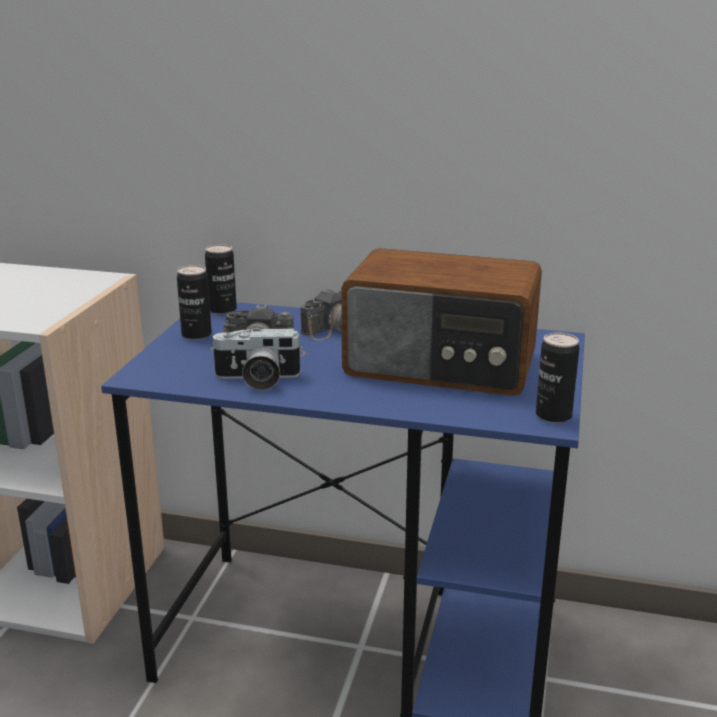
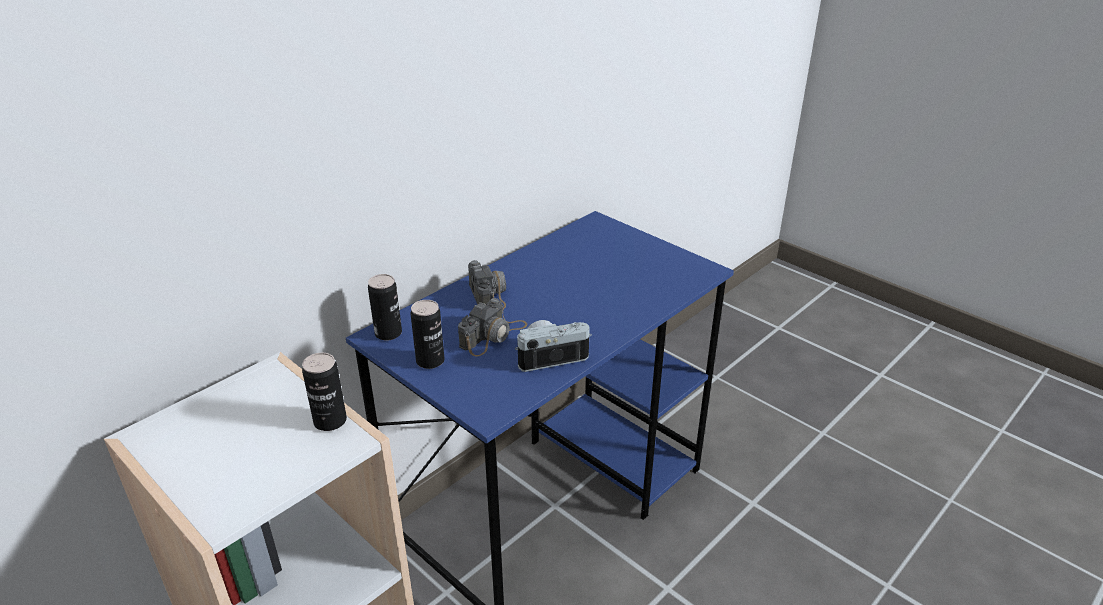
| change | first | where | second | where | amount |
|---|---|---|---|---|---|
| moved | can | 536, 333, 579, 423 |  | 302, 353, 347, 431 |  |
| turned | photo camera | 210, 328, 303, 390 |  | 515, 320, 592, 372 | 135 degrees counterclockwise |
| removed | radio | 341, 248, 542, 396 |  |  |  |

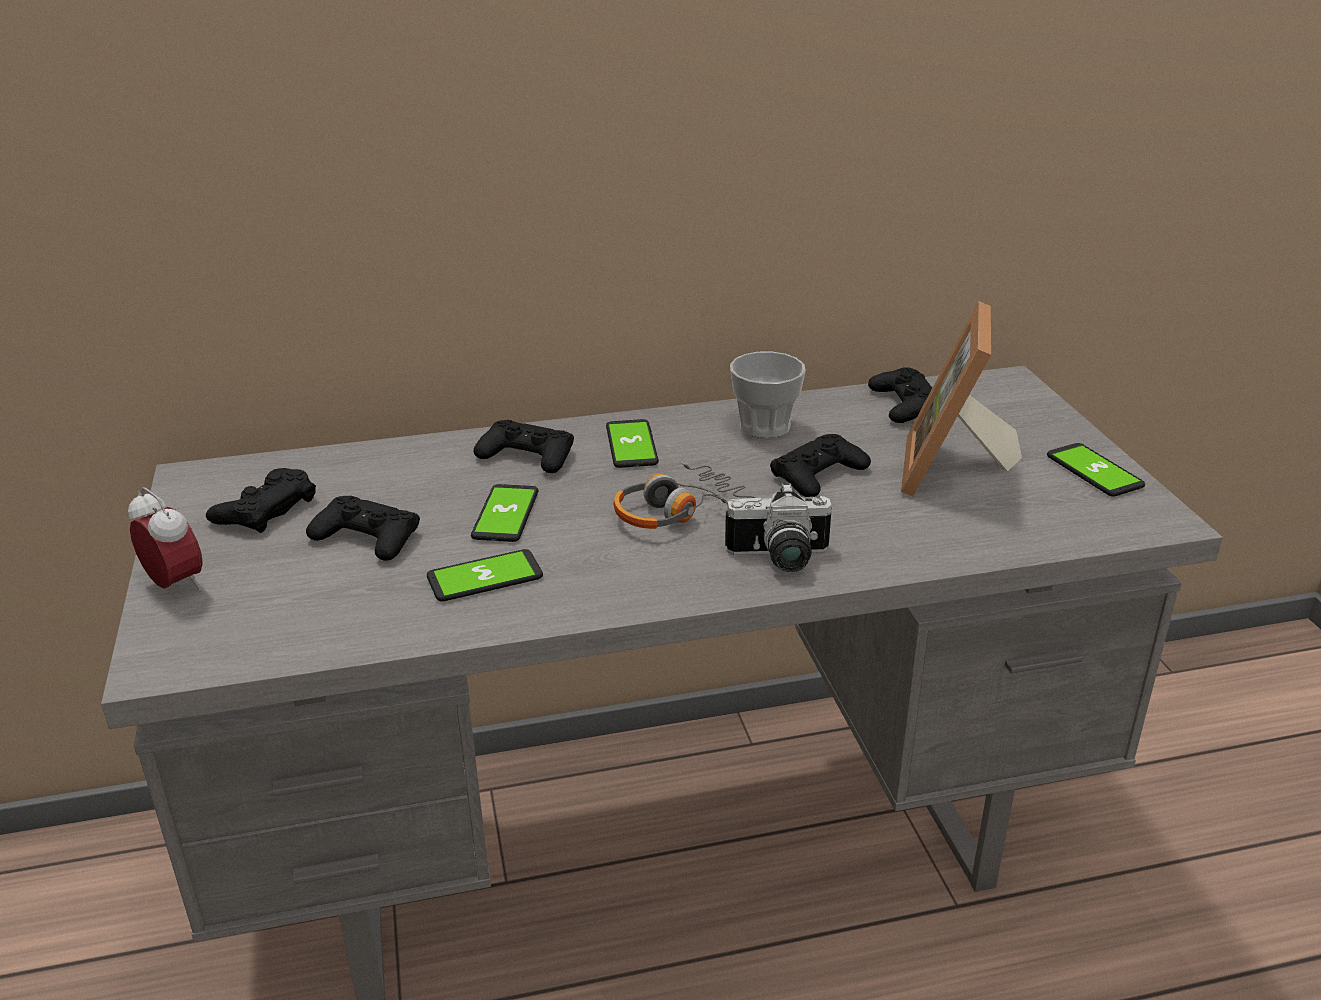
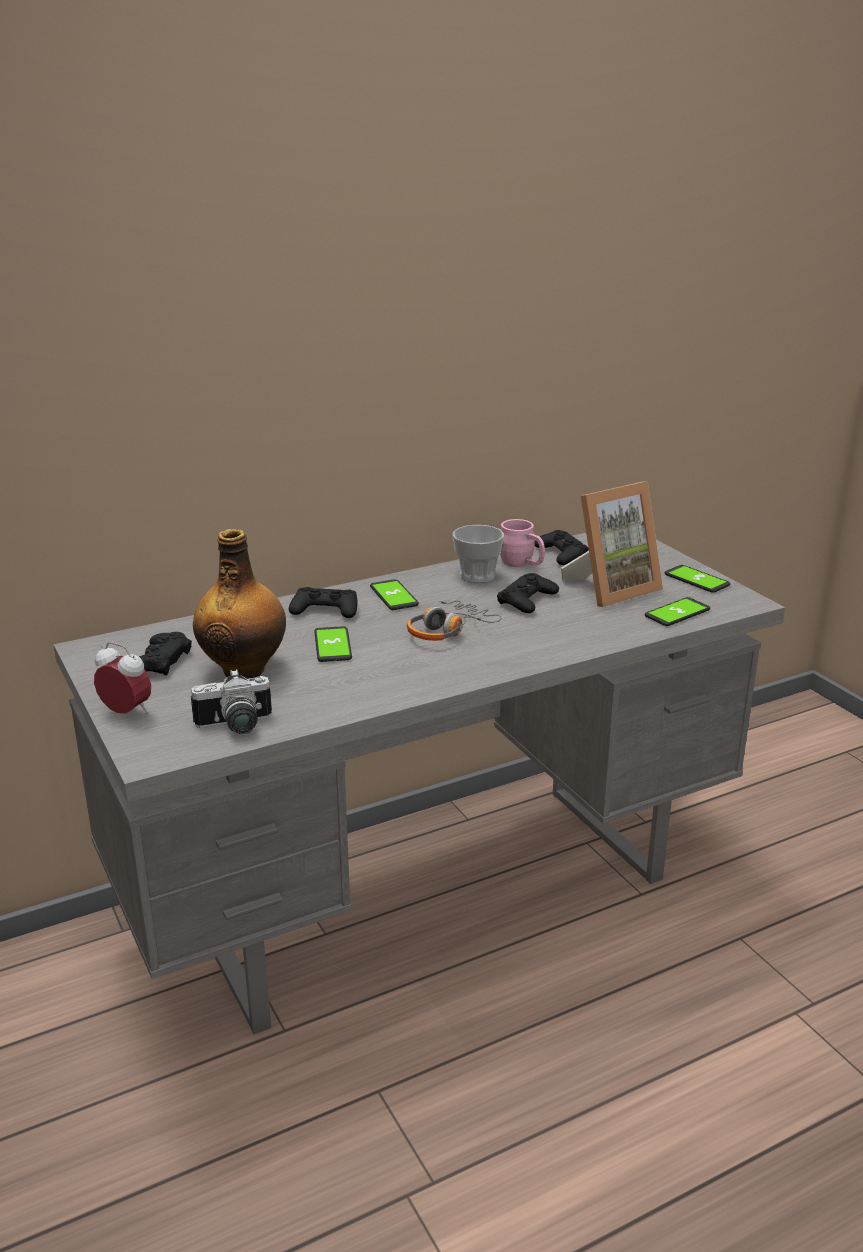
| change | first | where | second | where | amount |
|---|---|---|---|---|---|
| moved | photo camera | 725, 483, 832, 572 |  | 191, 669, 272, 734 |  |
| replaced | black game controller | 306, 496, 420, 561 | bottle | 193, 529, 286, 679 |  |
| added |  |  | pink mug | 500, 519, 545, 567 |  |
| turned | picture frame | 901, 301, 1022, 496 |  | 561, 481, 663, 607 | 120 degrees counterclockwise |
| moved | phone | 427, 549, 543, 601 |  | 645, 597, 710, 626 |  |

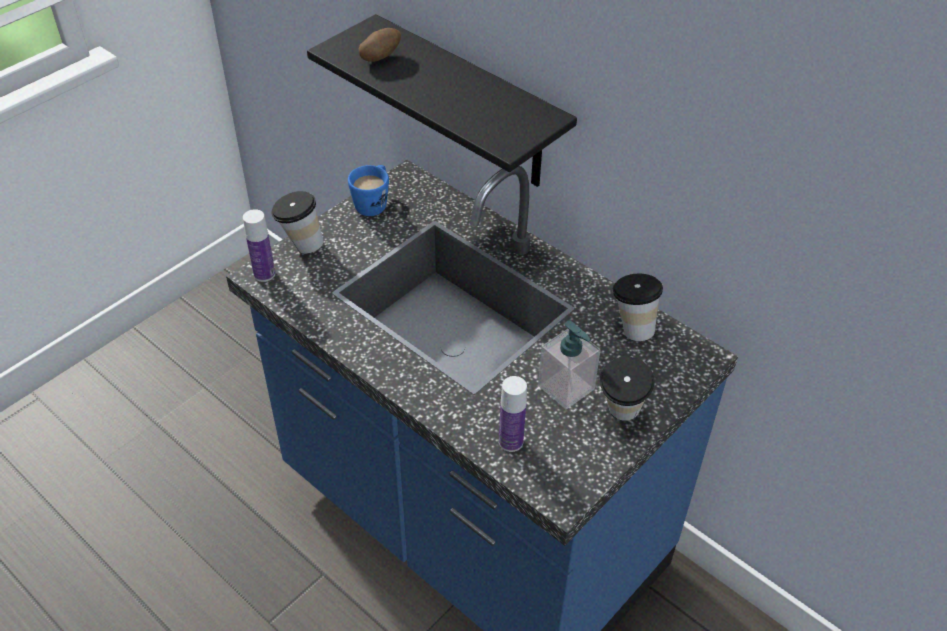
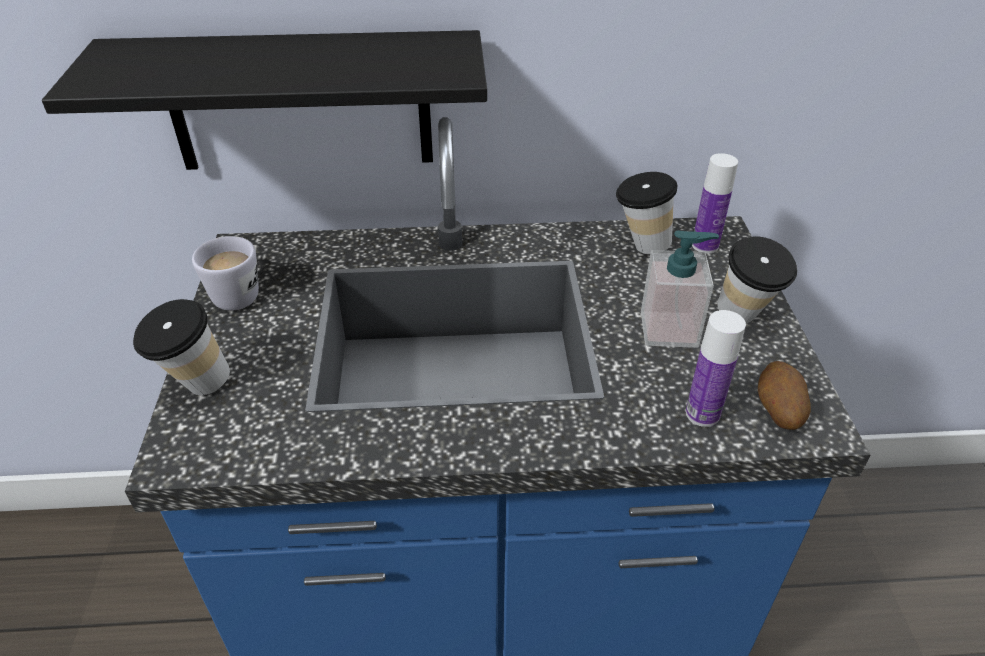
| change | first | where | second | where | amount |
|---|---|---|---|---|---|
| recoloured | blue mug | 348, 165, 389, 216 | white mug | 192, 236, 259, 311 |  |
| moved | bottle | 243, 209, 275, 282 |  | 692, 153, 738, 253 |  |
| moved | potato | 358, 28, 401, 62 |  | 758, 361, 811, 430 |  |

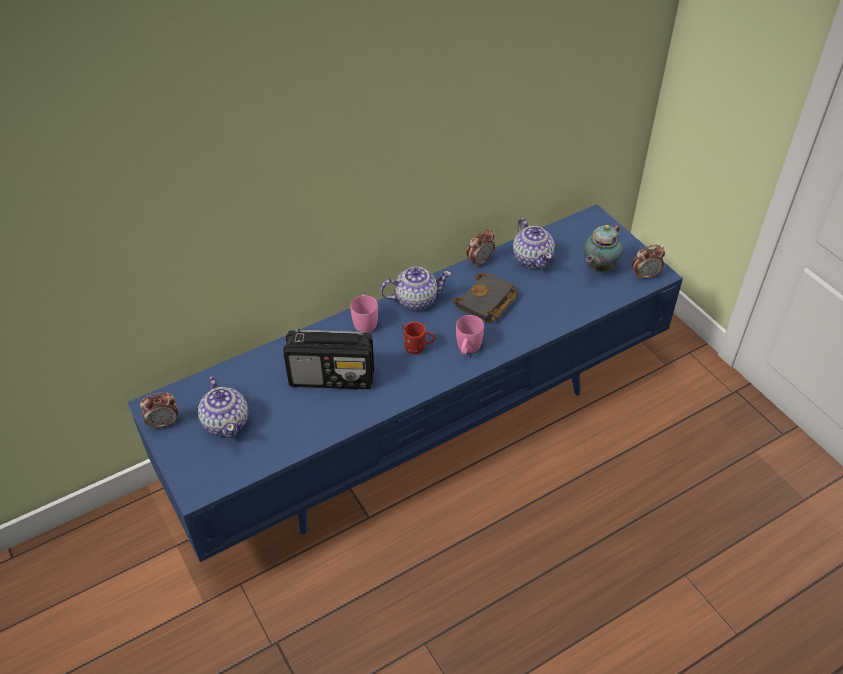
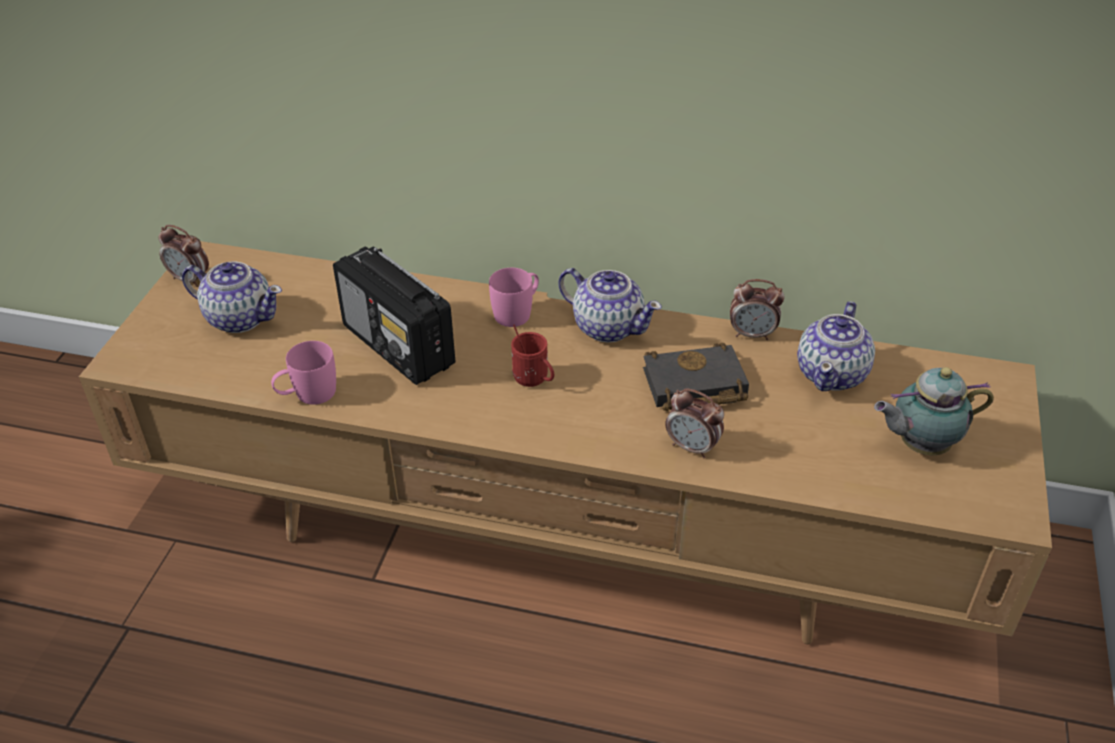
| change | first | where | second | where | amount |
|---|---|---|---|---|---|
| recoloured | blue tv stand | 127, 204, 683, 562 | brown tv stand | 79, 241, 1052, 644 |  |
| turned | teapot | 198, 376, 248, 439 |  | 182, 261, 282, 333 | 90 degrees counterclockwise |
| moved | pink mug | 456, 315, 484, 355 |  | 271, 341, 336, 405 |  |
| moved | alarm clock | 632, 245, 665, 280 |  | 665, 388, 724, 459 |  |

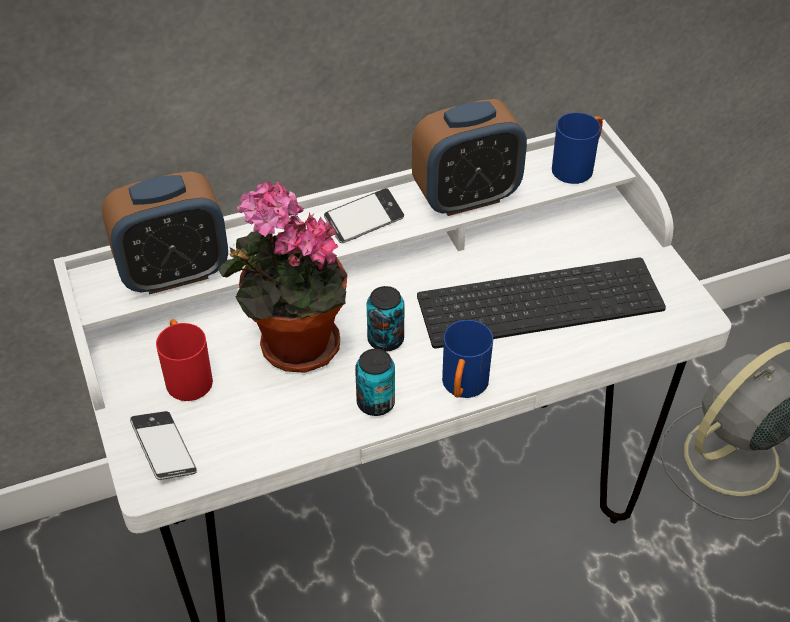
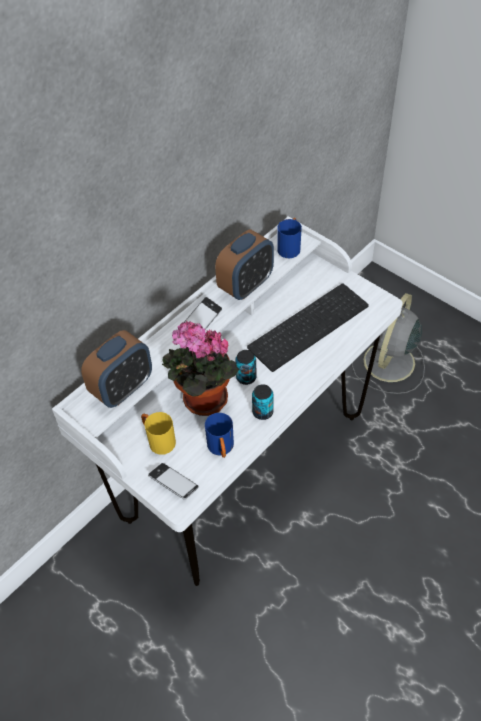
| change | first | where | second | where | amount |
|---|---|---|---|---|---|
| recoloured | red mug | 156, 319, 213, 401 | yellow mug | 141, 412, 176, 455 |  |
| moved | blue mug | 442, 320, 493, 398 |  | 205, 413, 234, 458 |  |

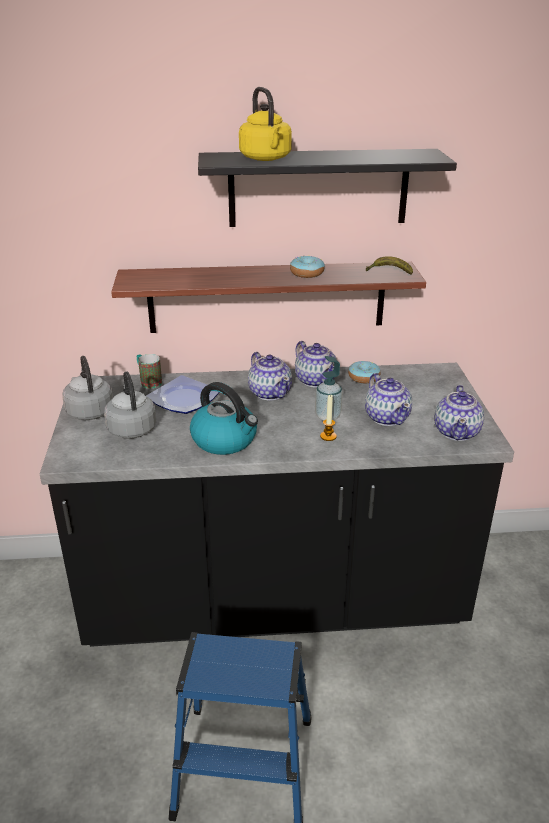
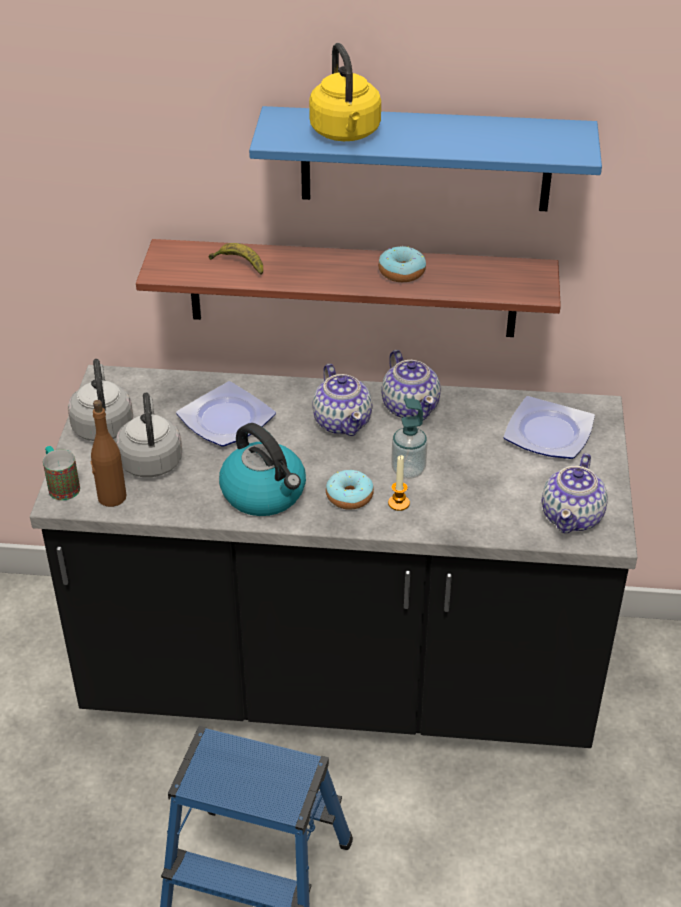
| change | first | where | second | where | amount |
|---|---|---|---|---|---|
| moved | mug | 137, 354, 162, 388 |  | 43, 446, 80, 501 |  |
| added |  |  | brown bottle | 91, 400, 126, 507 |  |
| moved | banana | 366, 256, 413, 275 |  | 209, 243, 263, 275 |  |
| recoloured | black shelf | 198, 149, 457, 227 | blue shelf | 249, 106, 602, 211 |  |
| moved | donut | 348, 361, 380, 383 |  | 326, 470, 374, 510 |  |
| added |  |  | plate | 504, 396, 595, 459 |  |
| removed | teapot | 365, 373, 412, 426 |  |  |  |

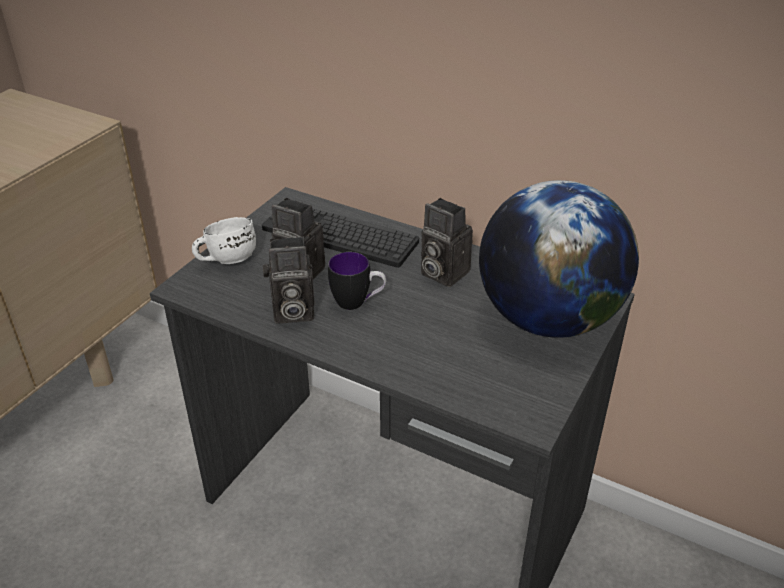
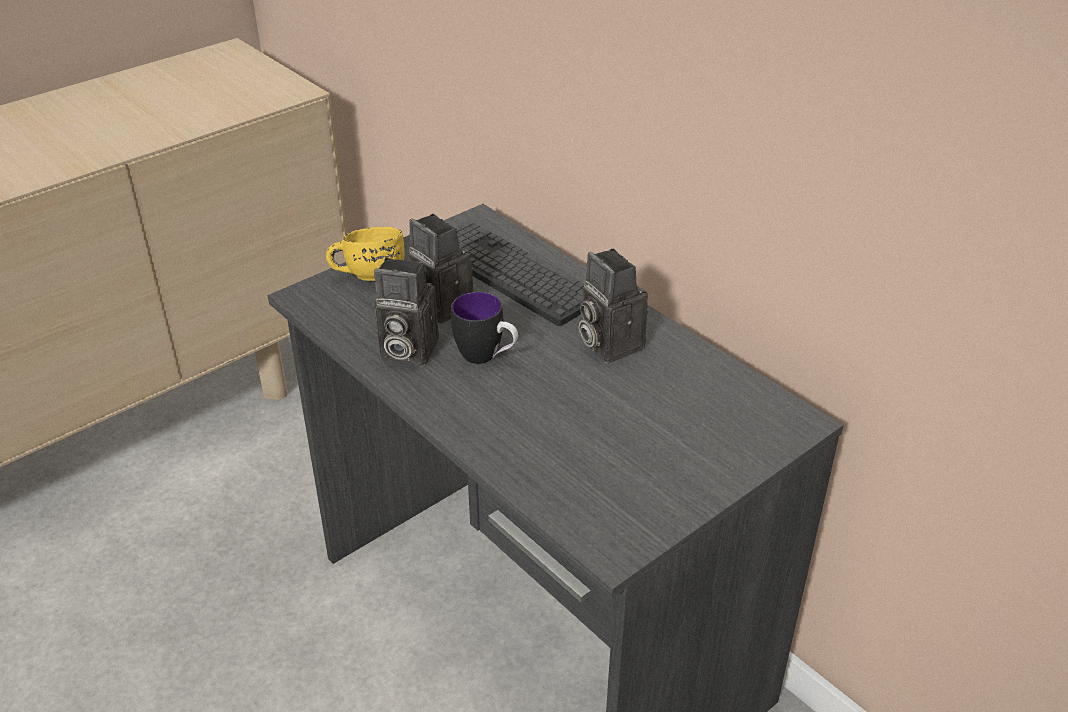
| change | first | where | second | where | amount |
|---|---|---|---|---|---|
| recoloured | white mug | 192, 217, 256, 264 | yellow mug | 326, 227, 404, 281 |  |
| removed | globe | 479, 180, 639, 338 |  |  |  |

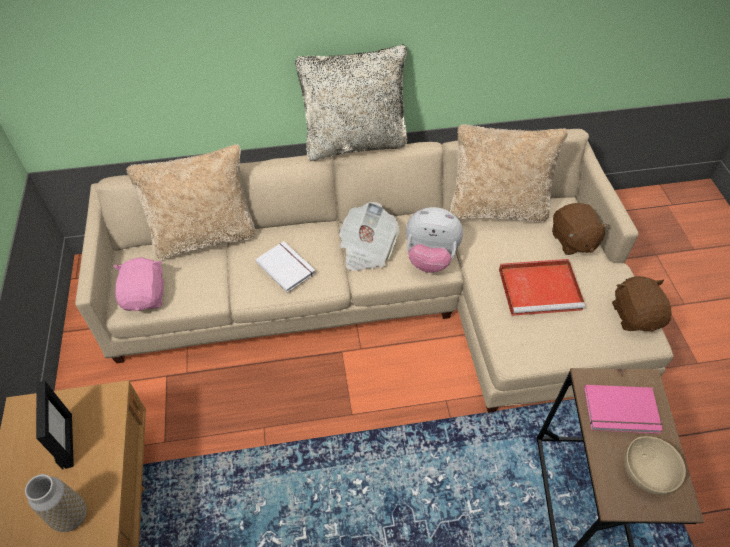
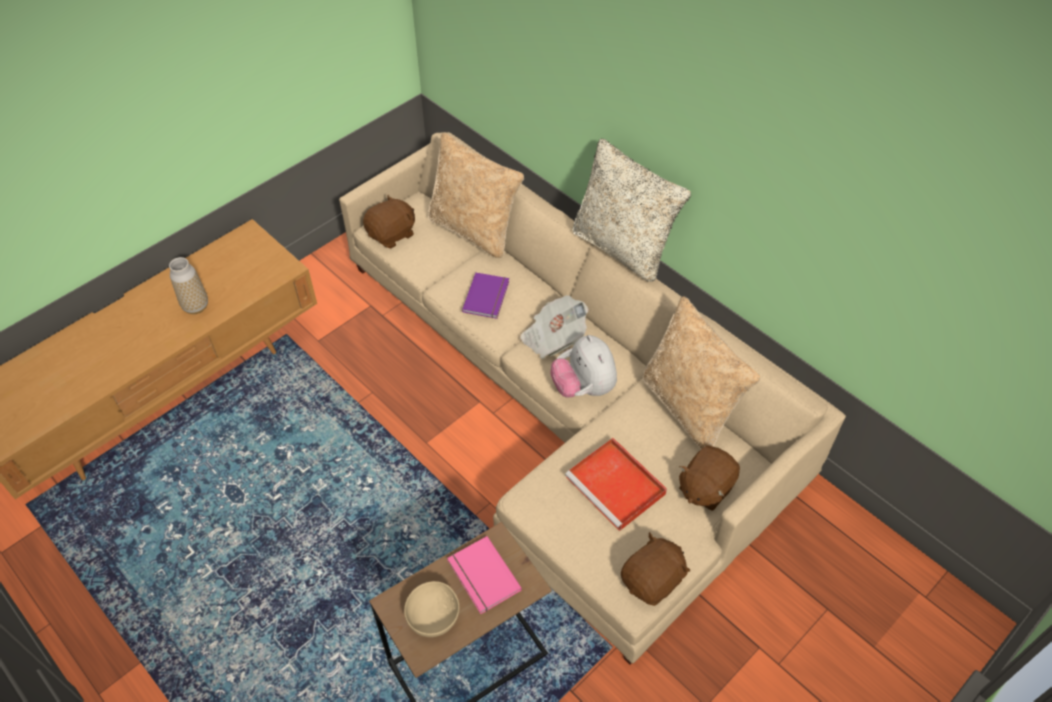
| change | first | where | second | where | amount |
|---|---|---|---|---|---|
| recoloured | pink plush toy | 113, 257, 164, 311 | brown plush toy | 363, 195, 415, 249 |  |
| recoloured | white book | 255, 241, 316, 293 | purple book | 462, 273, 509, 319 |  |
| removed | picture frame | 36, 381, 74, 470 |  |  |  |

